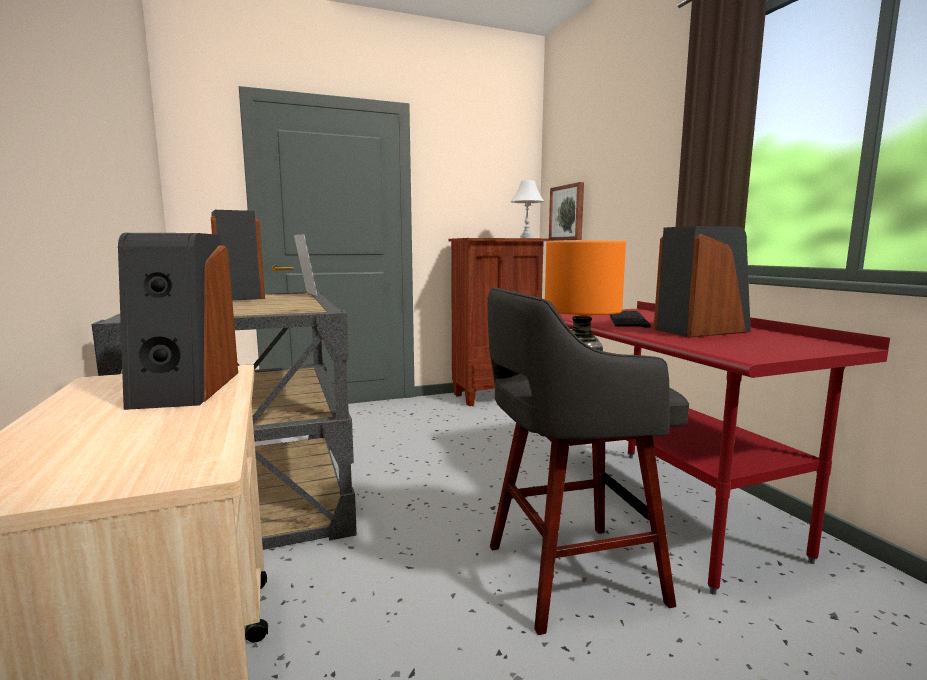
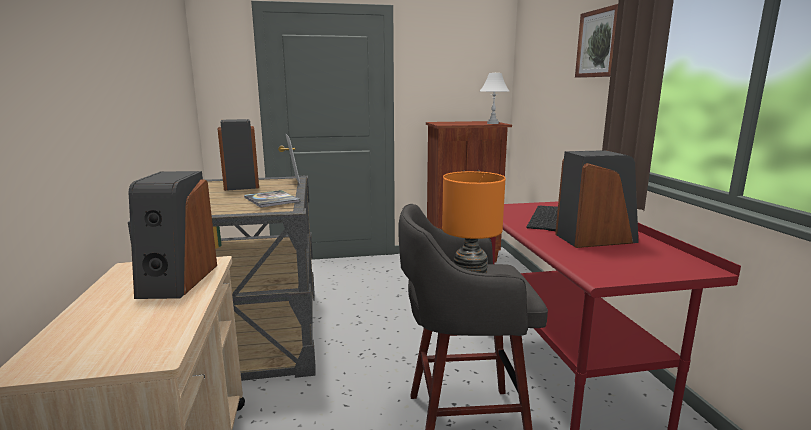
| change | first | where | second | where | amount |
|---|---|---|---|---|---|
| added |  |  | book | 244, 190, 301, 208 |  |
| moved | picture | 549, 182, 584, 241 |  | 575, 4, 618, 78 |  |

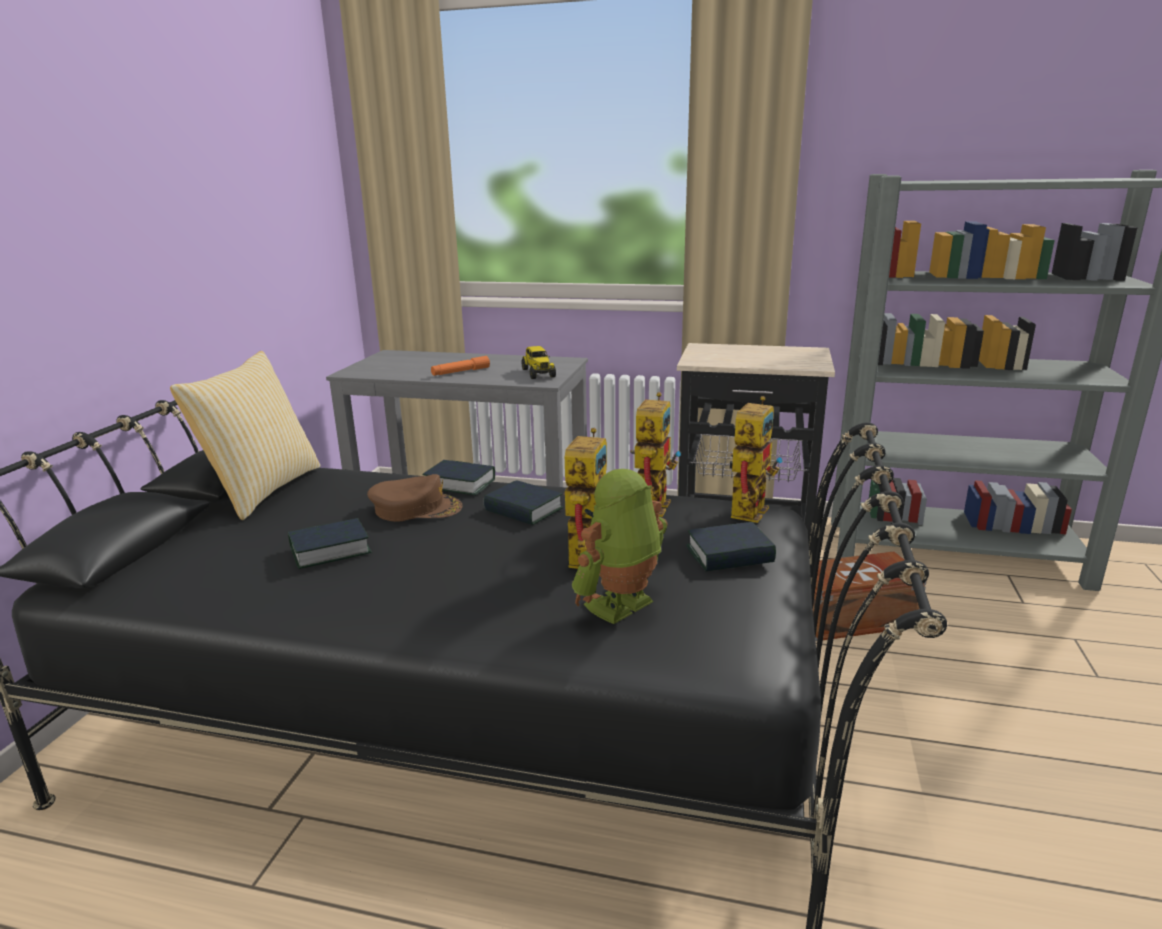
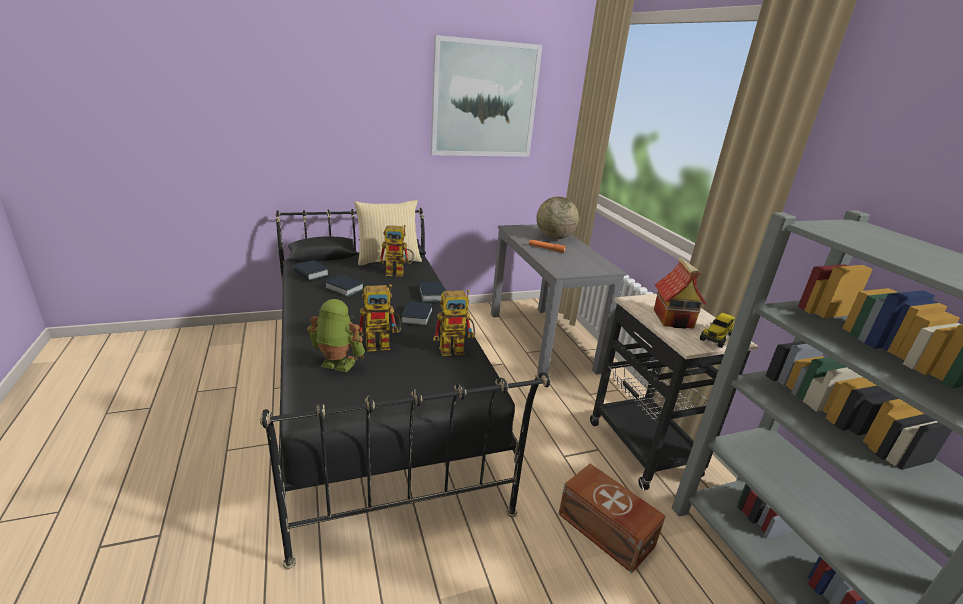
| change | first | where | second | where | amount |
|---|---|---|---|---|---|
| moved | book | 686, 522, 776, 571 |  | 294, 260, 329, 281 |  |
| moved | toy robot | 731, 396, 783, 523 |  | 379, 225, 414, 277 |  |
| added |  |  | picture | 431, 35, 542, 157 |  |
| added |  |  | globe | 536, 197, 579, 239 |  |
| added |  |  | toy house | 654, 258, 707, 329 |  |
| moved | toy truck | 521, 346, 556, 379 |  | 700, 313, 735, 348 |  |
| removed | brown cap | 367, 474, 462, 522 |  |  |  |

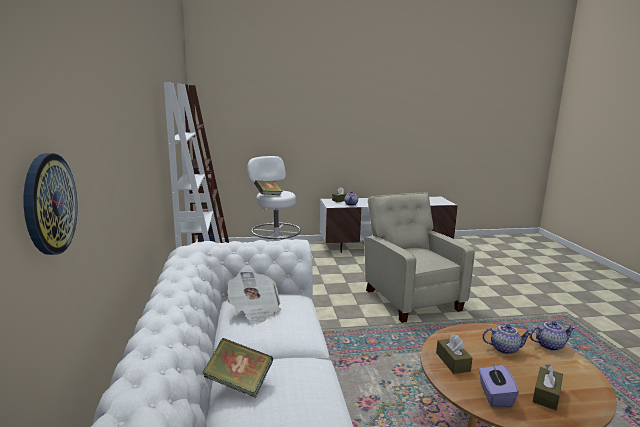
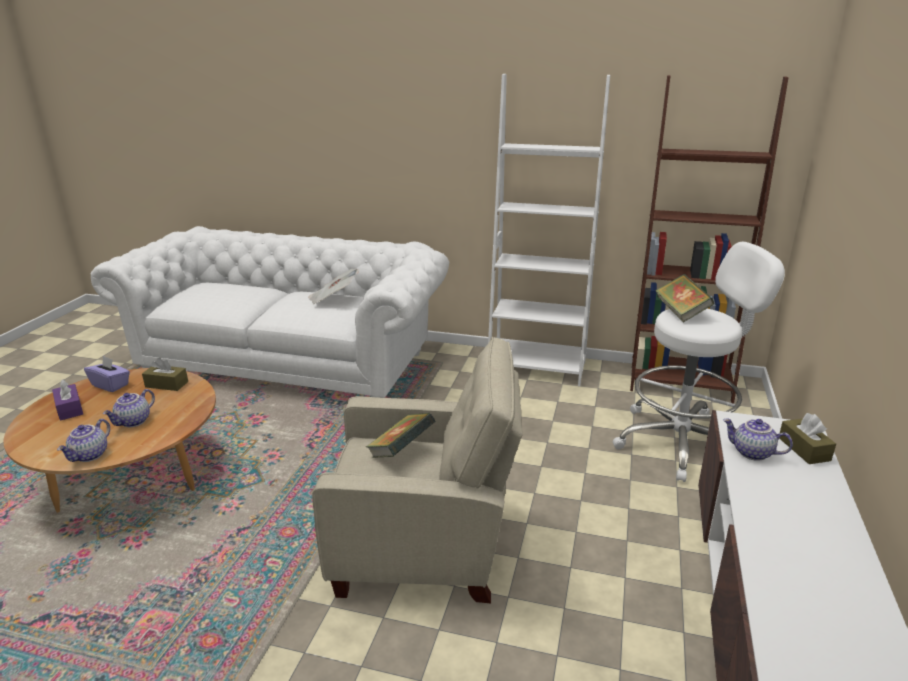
| change | first | where | second | where | amount |
|---|---|---|---|---|---|
| recoloured | brown tissue box | 533, 364, 563, 411 | purple tissue box | 52, 379, 83, 421 |  |
| moved | book | 202, 338, 273, 398 |  | 366, 413, 435, 458 |  |
| removed | wall clock | 24, 153, 78, 255 |  |  |  |

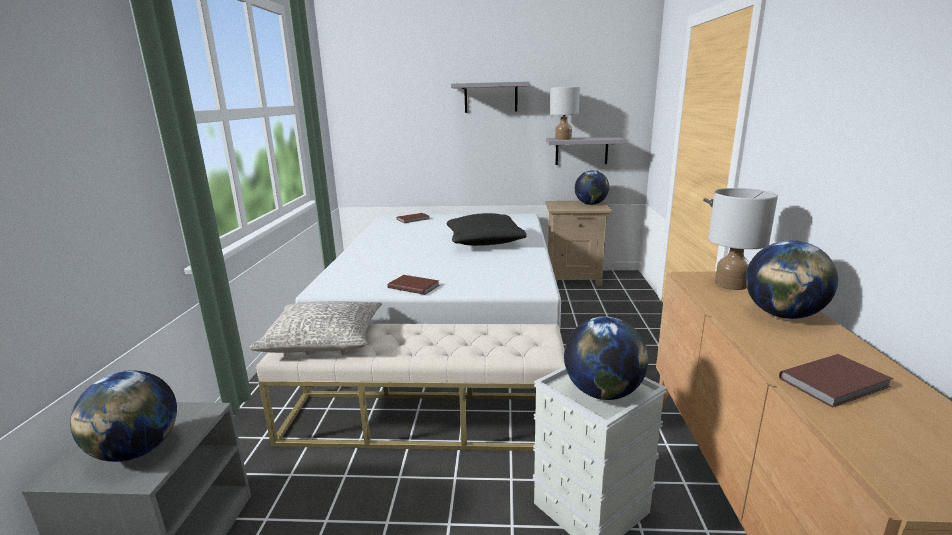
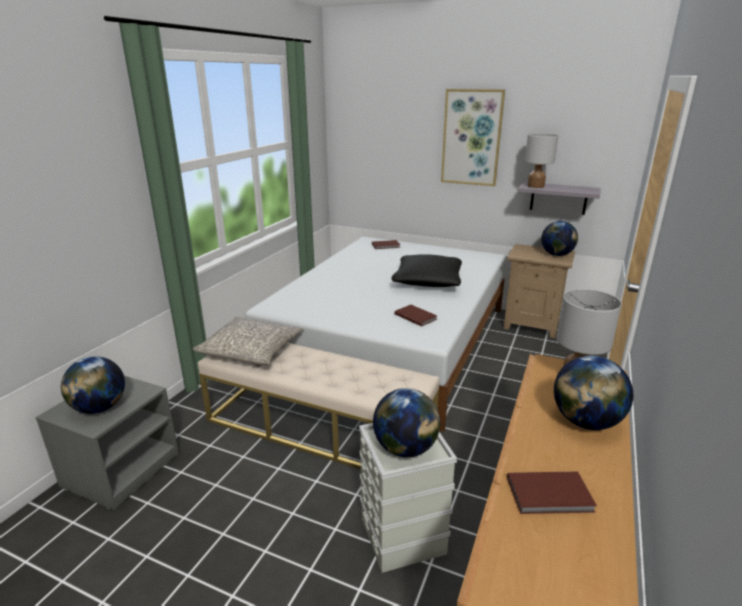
| change | first | where | second | where | amount |
|---|---|---|---|---|---|
| moved | brown book | 387, 275, 439, 295 |  | 395, 305, 437, 326 |  |
| replaced | grey shelf | 451, 81, 529, 113 | picture | 441, 89, 505, 186 |  |

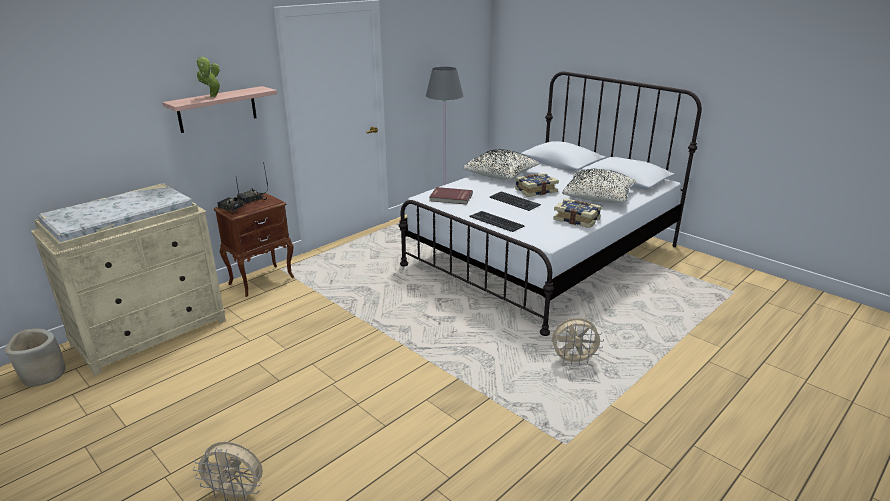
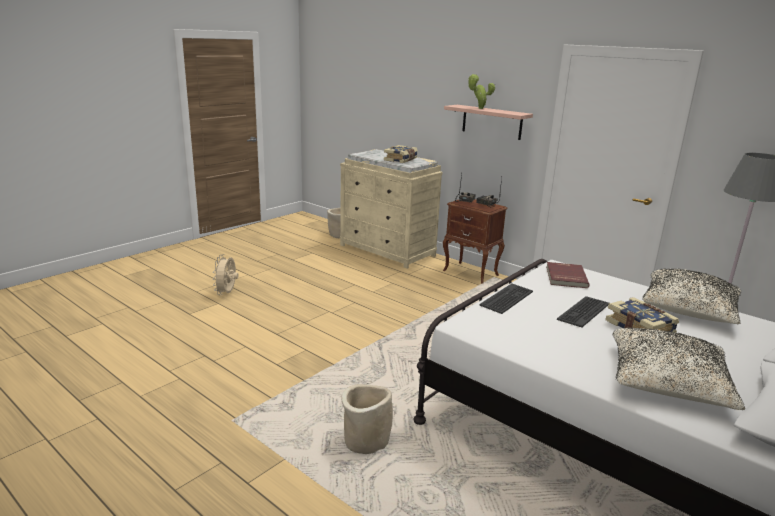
| change | first | where | second | where | amount |
|---|---|---|---|---|---|
| replaced | beige fan | 551, 318, 604, 365 | beige planter | 341, 384, 393, 454 |  |
| moved | book | 553, 199, 602, 228 |  | 384, 145, 418, 163 |  |

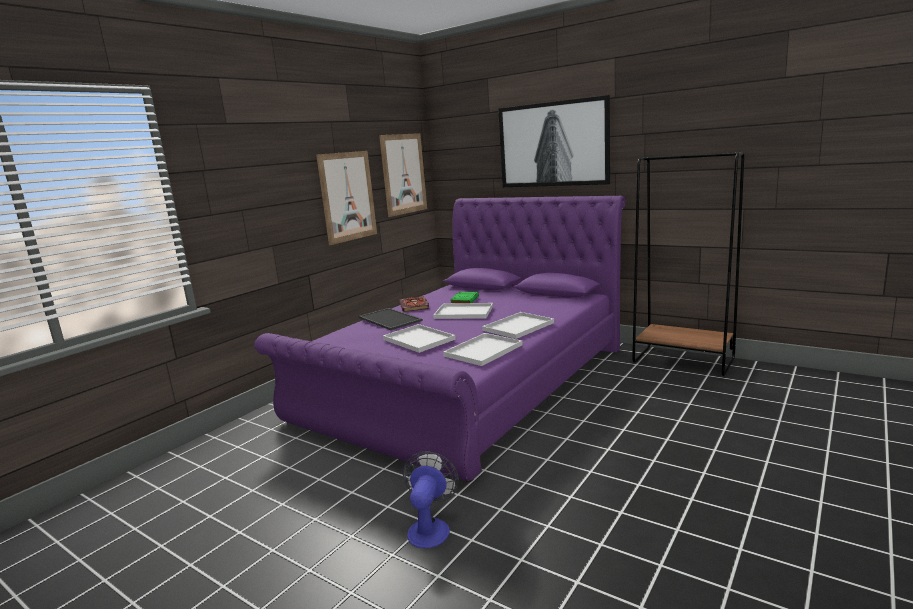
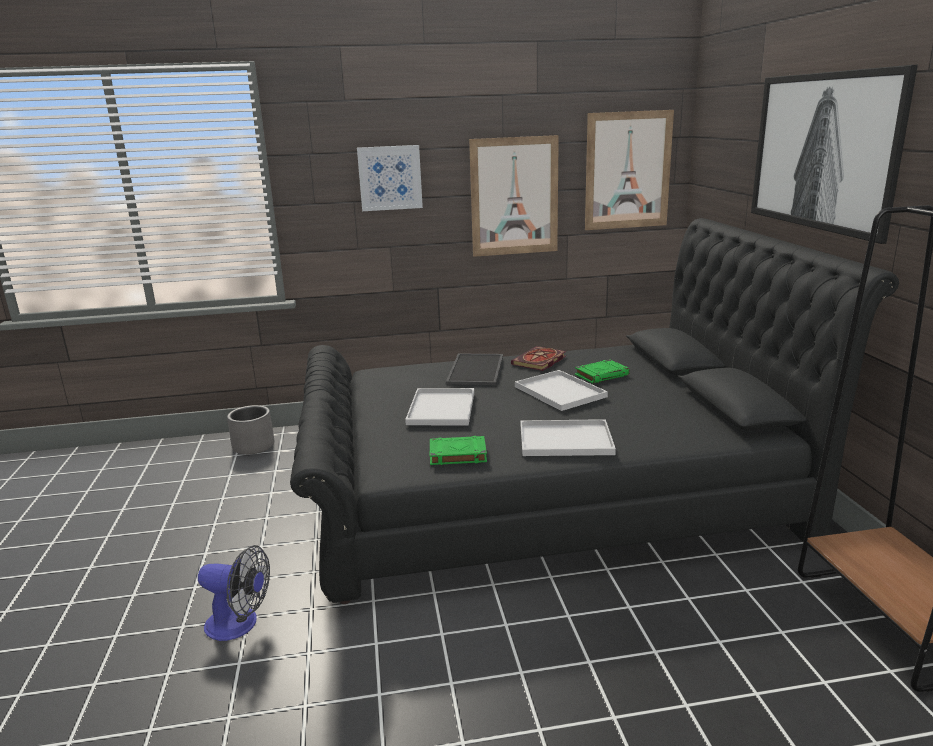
| change | first | where | second | where | amount |
|---|---|---|---|---|---|
| turned | fan | 403, 451, 459, 549 |  | 198, 545, 270, 641 | 45 degrees clockwise |
| added |  |  | grey planter | 227, 405, 274, 455 |  |
| recoloured | purple bed | 254, 196, 626, 482 | black bed | 290, 218, 899, 604 |  |
| added |  |  | picture | 357, 145, 423, 211 |  |
| replaced | white tray | 443, 333, 523, 366 | green book | 430, 436, 487, 465 |  |

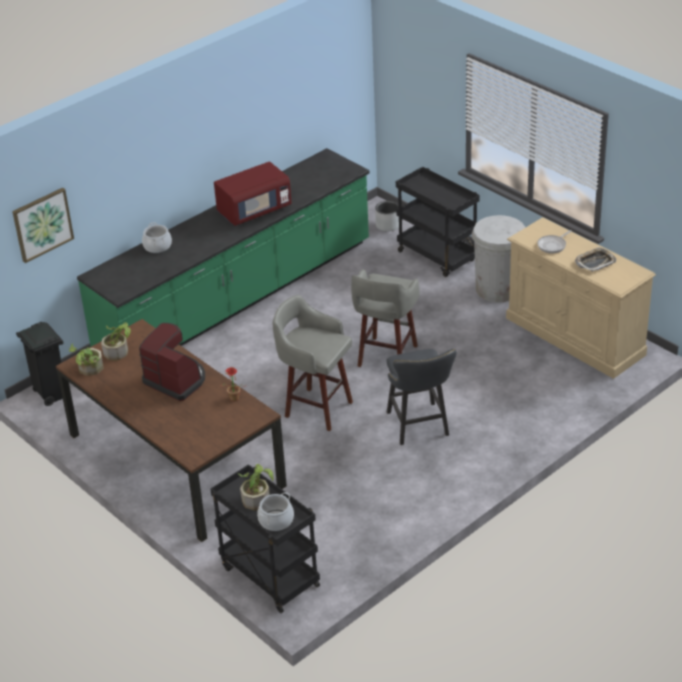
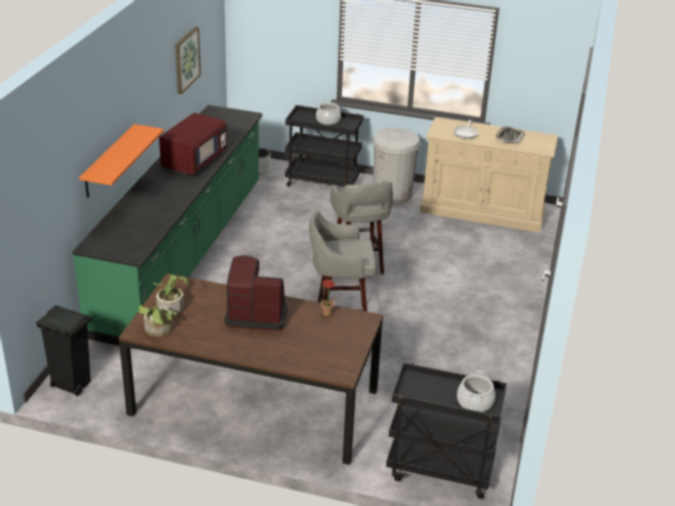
| change | first | where | second | where | amount |
|---|---|---|---|---|---|
| added |  |  | orange shelf | 79, 124, 164, 198 |  |
| moved | picture | 12, 188, 74, 263 |  | 175, 27, 201, 94 |  |
| moved | cooking pot | 142, 222, 172, 253 |  | 316, 102, 341, 125 |  |
| removed | potted plant | 238, 464, 274, 510 |  |  |  |
| removed | grey stool | 386, 349, 457, 445 |  |  |  |

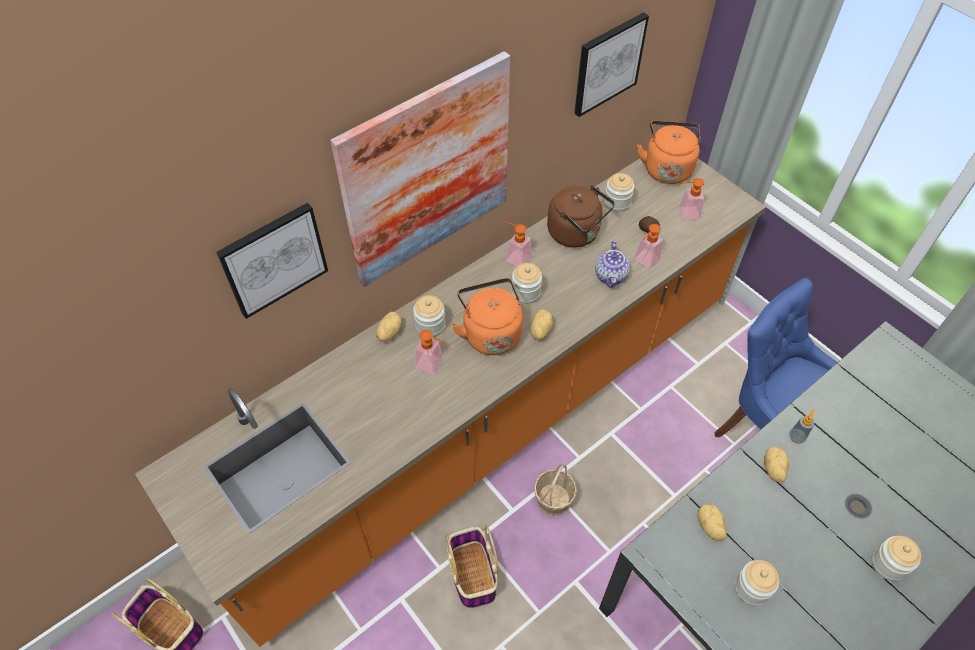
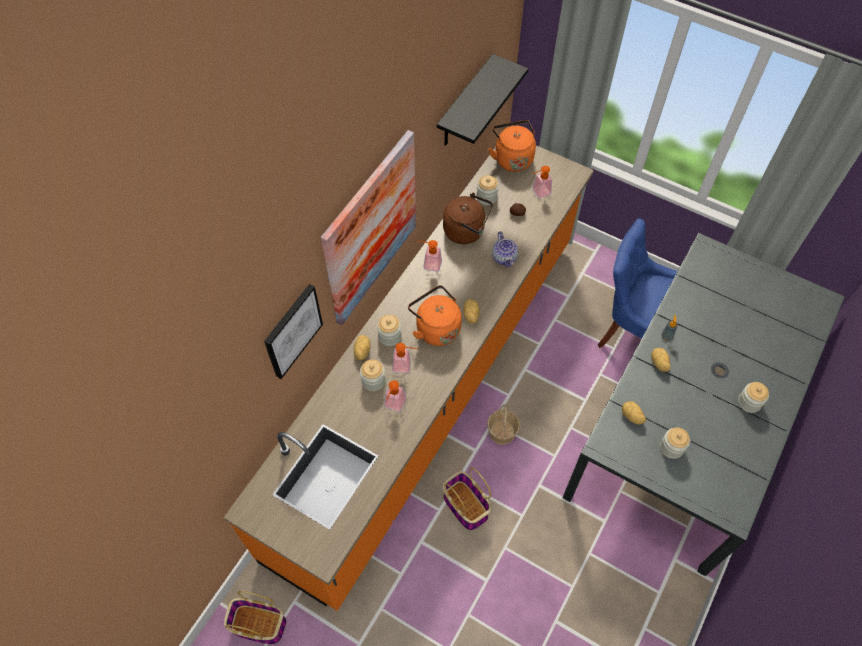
| change | first | where | second | where | amount |
|---|---|---|---|---|---|
| moved | jar | 511, 263, 542, 304 |  | 360, 359, 386, 391 |  |
| moved | soap dispenser | 634, 224, 663, 269 |  | 384, 380, 406, 412 |  |
| replaced | picture | 574, 12, 649, 117 | black shelf | 437, 54, 529, 145 |  |

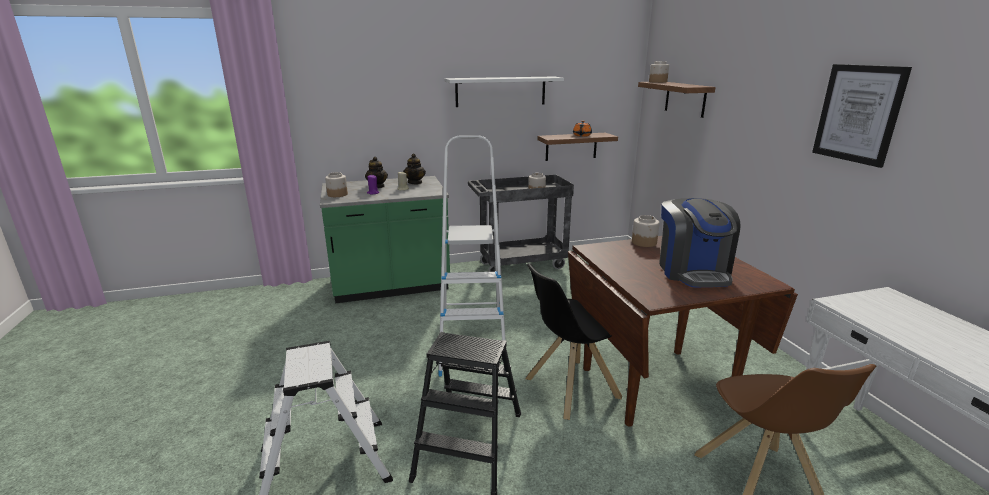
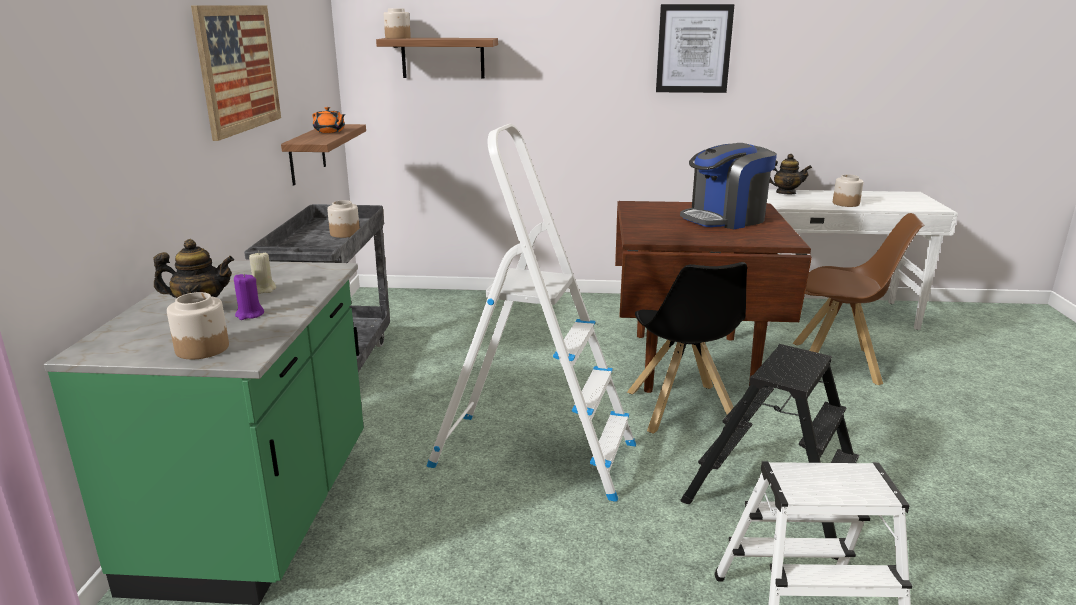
| change | first | where | second | where | amount |
|---|---|---|---|---|---|
| replaced | white shelf | 445, 77, 564, 107 | picture | 191, 6, 281, 141 |  |
| turned | coffee machine | 659, 198, 741, 287 |  | 680, 143, 777, 229 | 135 degrees clockwise |
| moved | teapot | 403, 153, 426, 184 |  | 769, 154, 812, 194 |  |
| moved | jar | 632, 215, 660, 247 |  | 833, 175, 863, 207 |  |

